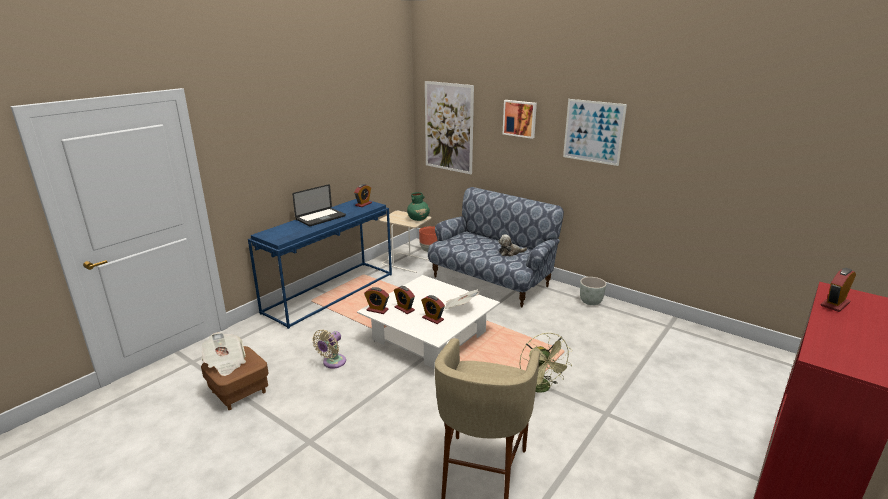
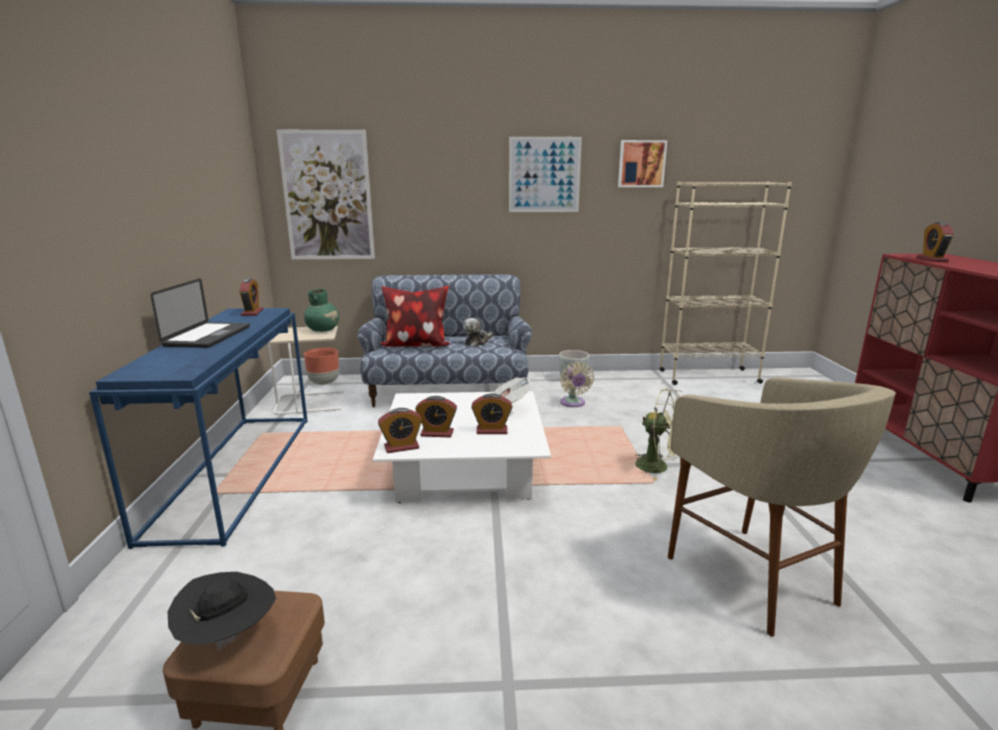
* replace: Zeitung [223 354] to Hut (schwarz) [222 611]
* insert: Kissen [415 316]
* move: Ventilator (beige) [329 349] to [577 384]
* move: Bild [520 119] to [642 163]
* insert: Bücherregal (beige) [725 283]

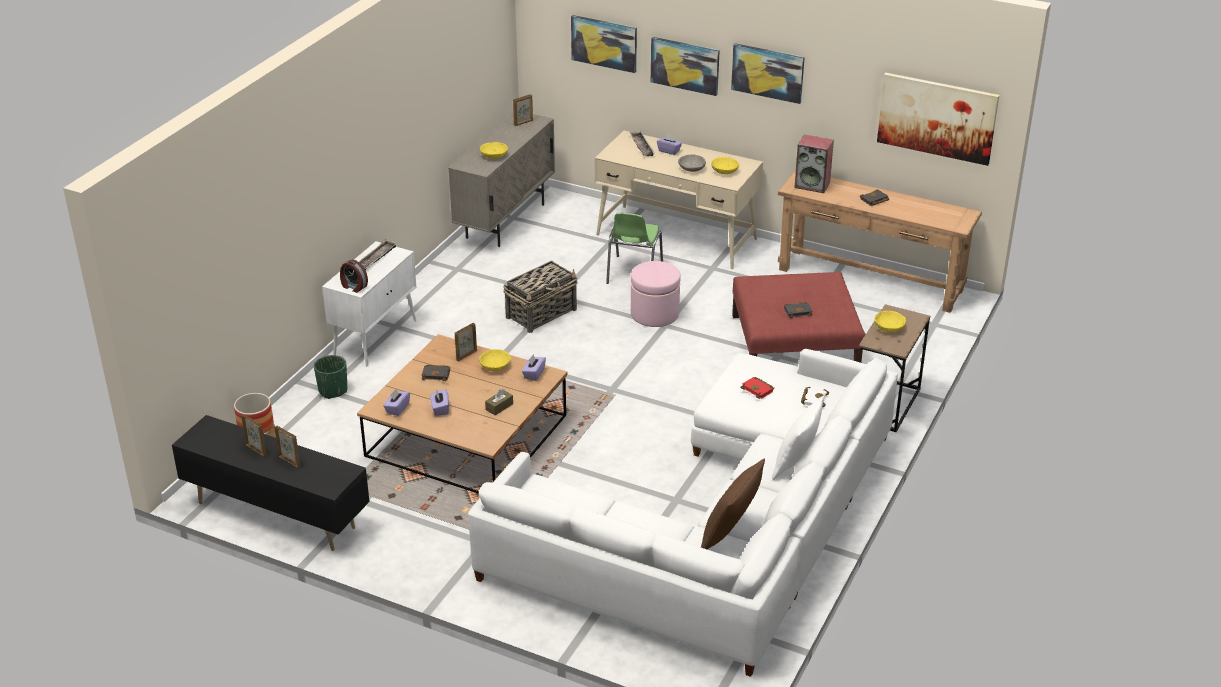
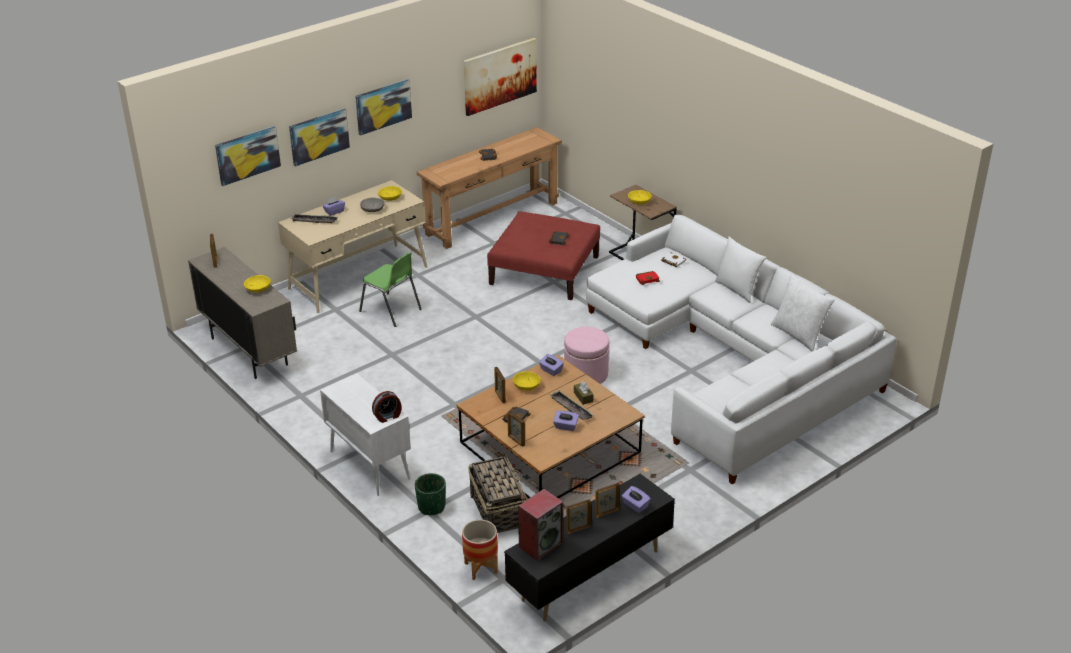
* move: Korb [541 296] to [498 492]
* insert: Bilderrahmen [516 429]
* move: Lautsprecher [814 164] to [540 525]
* move: Tablett [378 254] to [571 405]
* move: Polsterhocker (rosa) [656 294] to [586 355]
* move: Taschentuchbox (lila) [396 402] to [636 499]
* recolor: Kissen (braun) [733 504] to Kissen (weiß) [803 313]

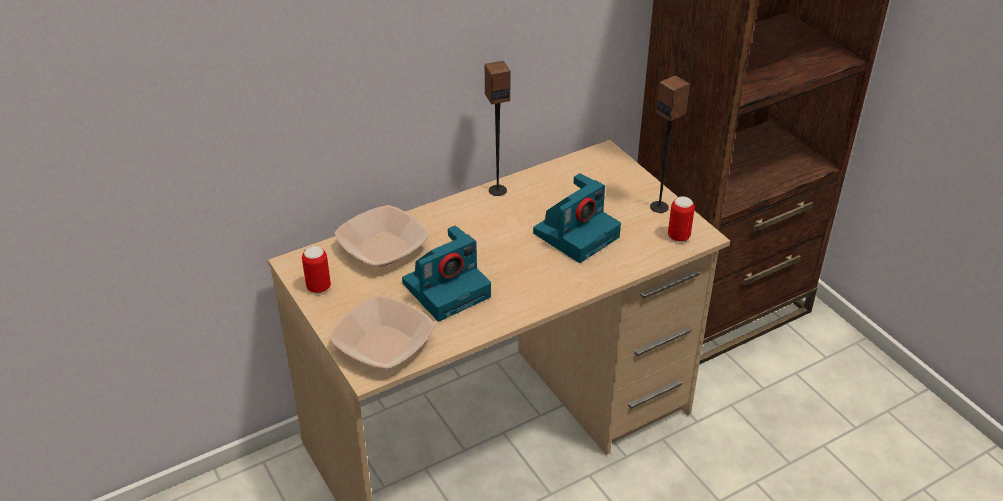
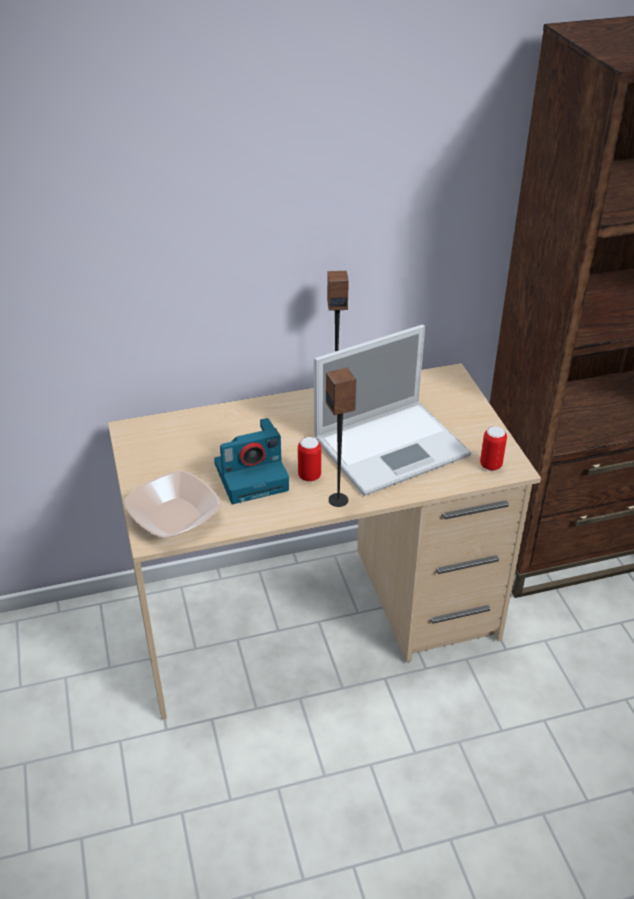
* move: Dose [316 269] to [309 459]
* replace: Kamera [577 218] to Laptop [392 410]
* move: Lautsprecher [670 144] to [341 437]
* delete: Schüssel [381 236]

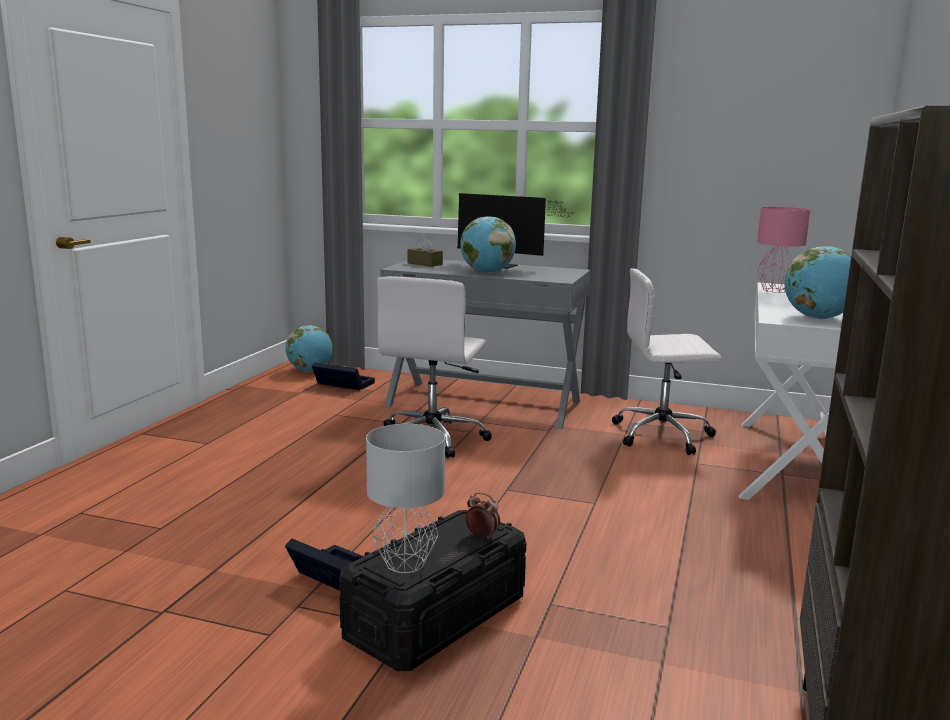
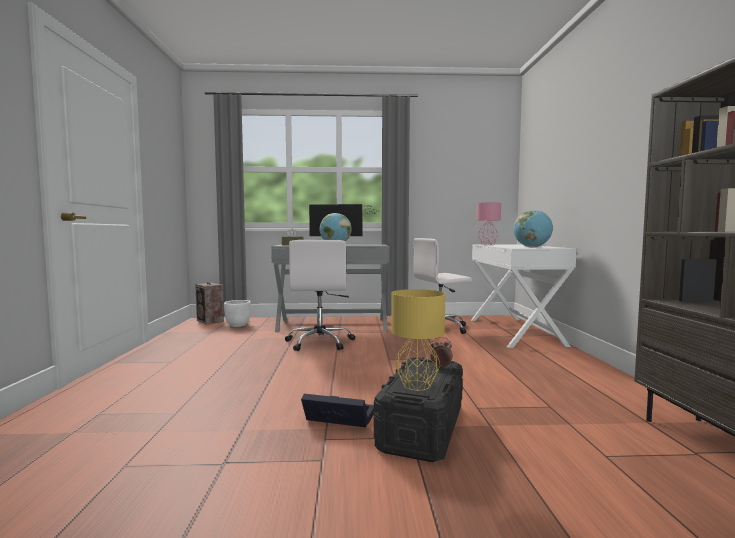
* replace: Globus [309 348] to Lautsprecher [209 303]
* replace: Aufbewahrungsbox (schwarz) [343 376] to Pflanzkübel (weiß) [237 313]
* recolor: Tischlampe (grau) [405 498] to Tischlampe (gelb) [418 340]

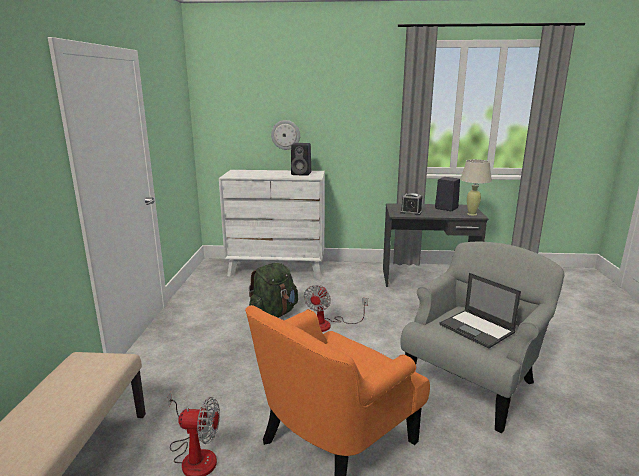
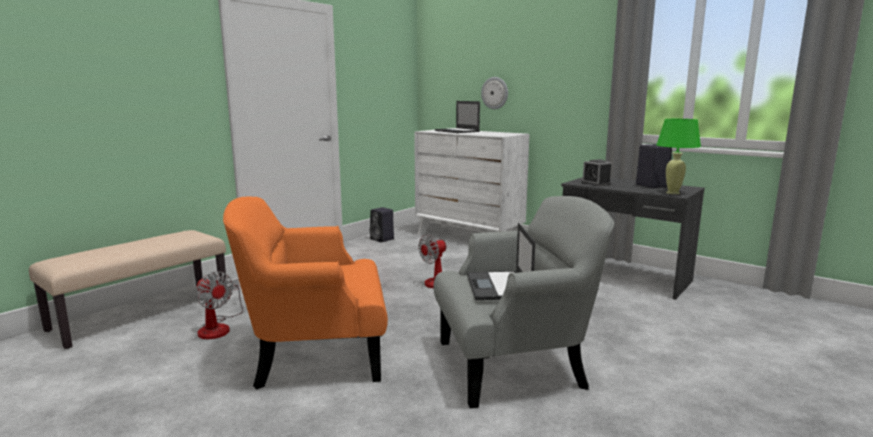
* move: Lautsprecher (schwarz) [301 159] to [382 224]
* insert: Laptop [457 117]
* recolor: Tischlampe (beige) [476 187] to Tischlampe (grün) [678 156]
* delete: Rucksack (grün) [273 290]

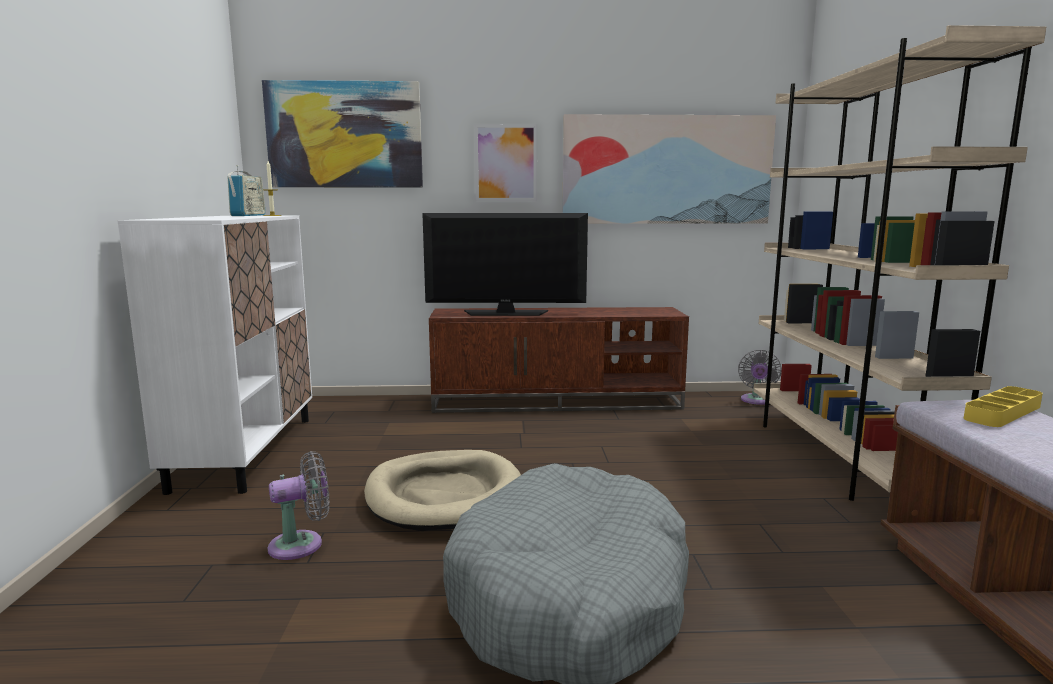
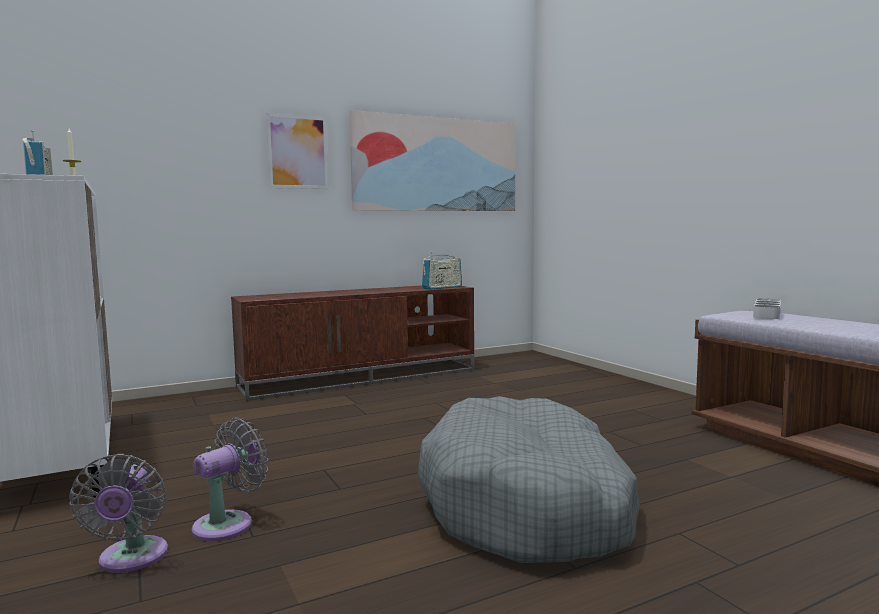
* move: Ventilator (grau) [759 377] to [118 513]
* insert: Radio [442 270]
* recolor: Tablett (gelb) [1003 406] to Tablett (grau) [767 308]
* delete: Bild [342 133]
* delete: Hundebett (beige) [442 490]
* delete: Fernseher [505 264]
* delete: Bücherregal (beige) [900 263]

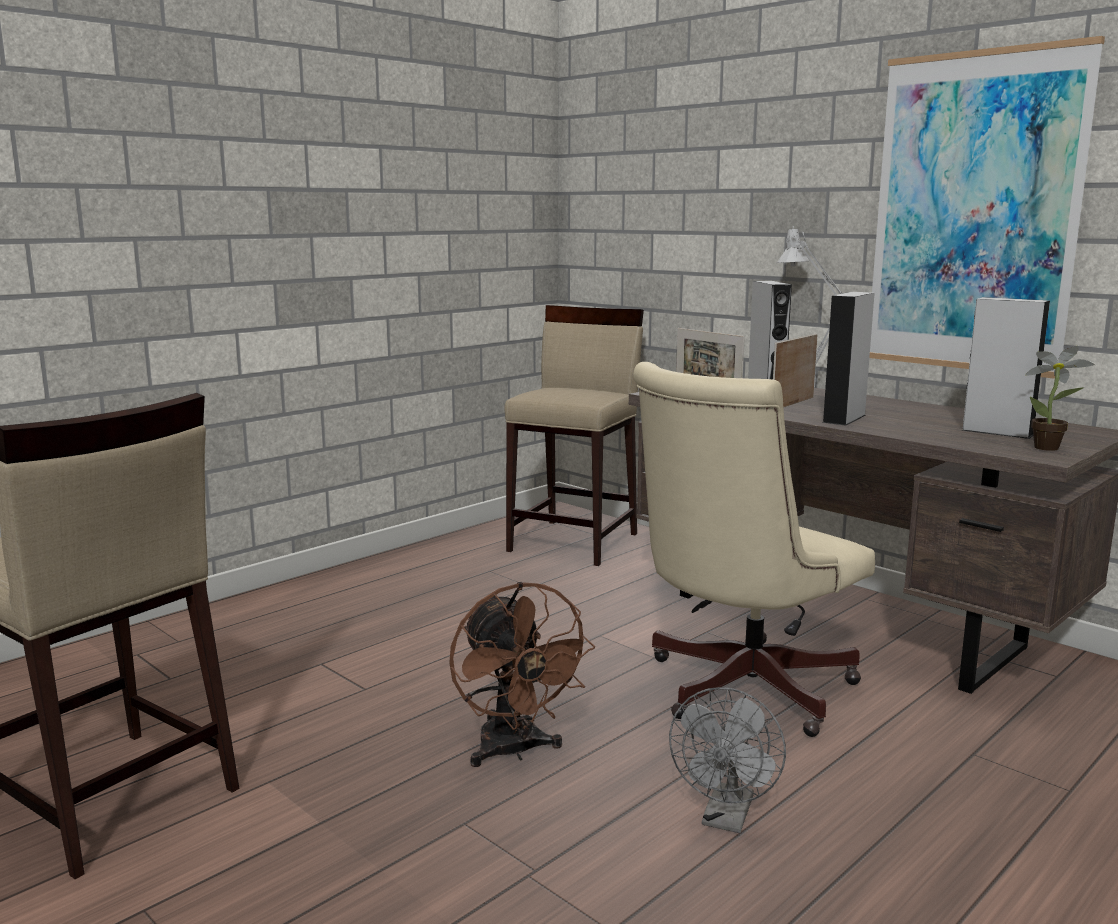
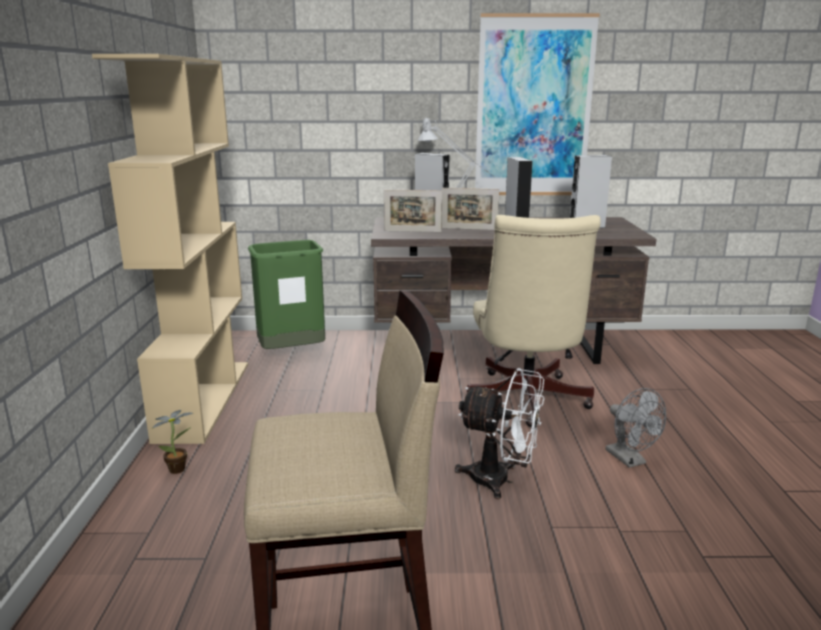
* insert: Bücherregal (beige) [170 249]
* move: Topfpflanze [1060 398] to [172 442]
* replace: Hocker (beige) [574 435] to Mülleimer (grün) [286 294]
* rotate: Bilderrahmen [795 371] = [470 209] 75 degrees counterclockwise
* recolor: Ventilator (braun) [522 674] to Ventilator (weiß) [499 433]

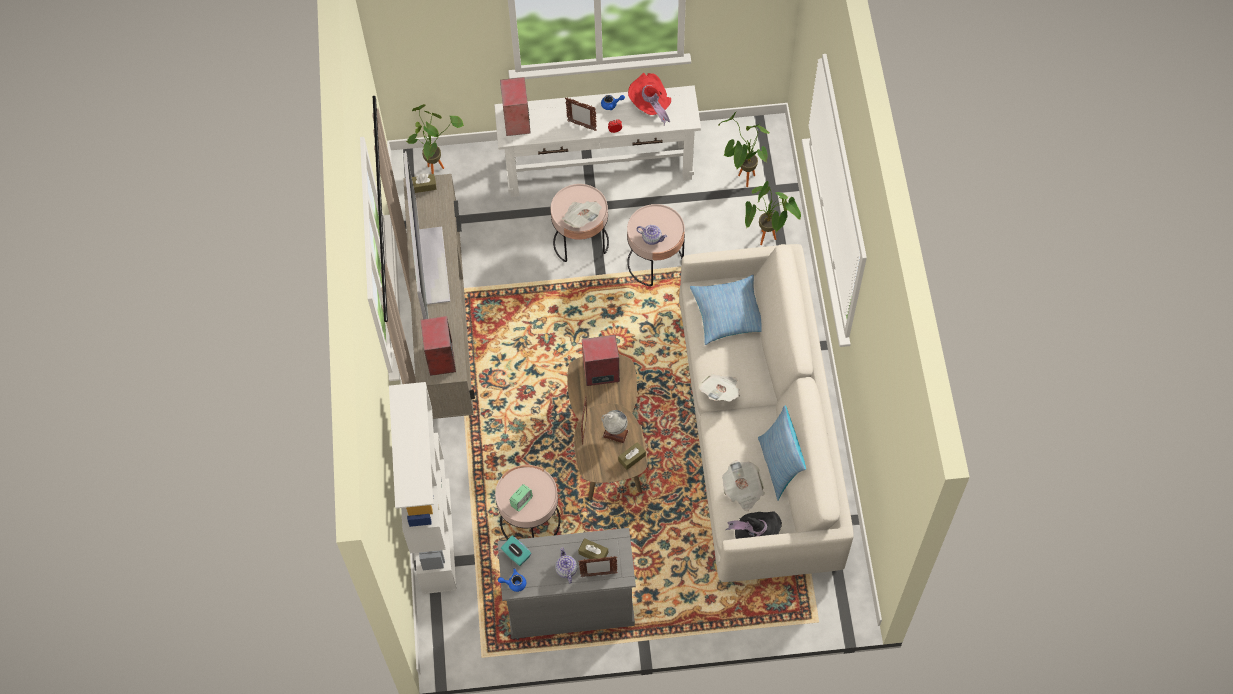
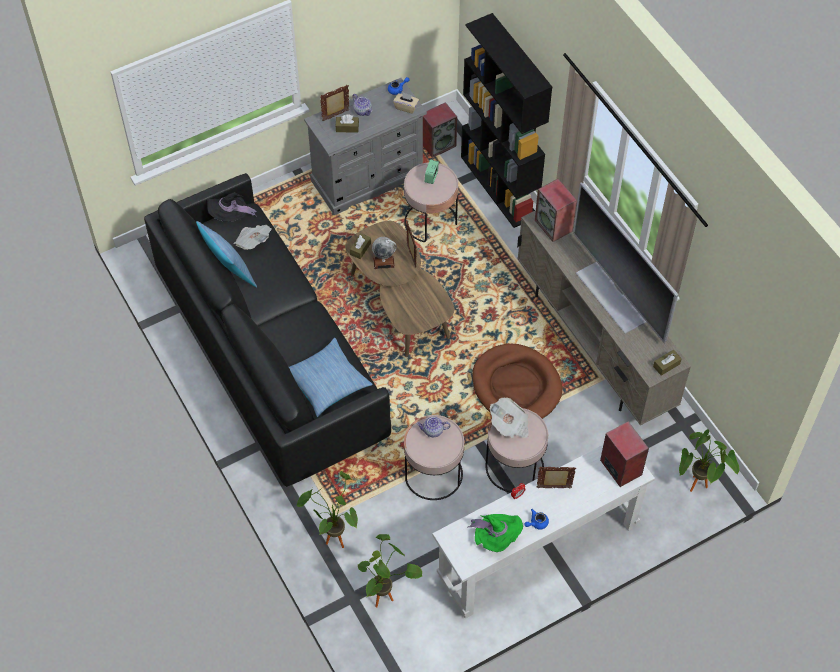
* recolor: Sofa (weiß) [766 413] to Sofa (schwarz) [267 330]
* recolor: Taschentuchbox (türkis) [516 551] to Taschentuchbox (beige) [406 103]
* move: Lautsprecher [601 360] to [440 130]
* recolor: Bücherregal (weiß) [423 488] to Bücherregal (schwarz) [506 120]
* recolor: Hut (rot) [649 99] to Hut (grün) [495 533]
* insert: Hundebett (braun) [517 381]
* delete: Zeitung [719 388]

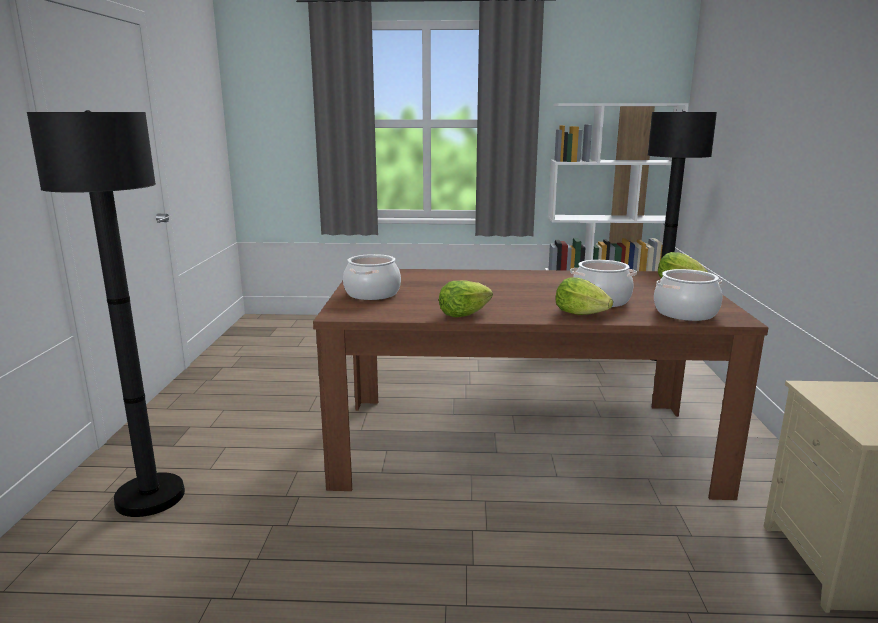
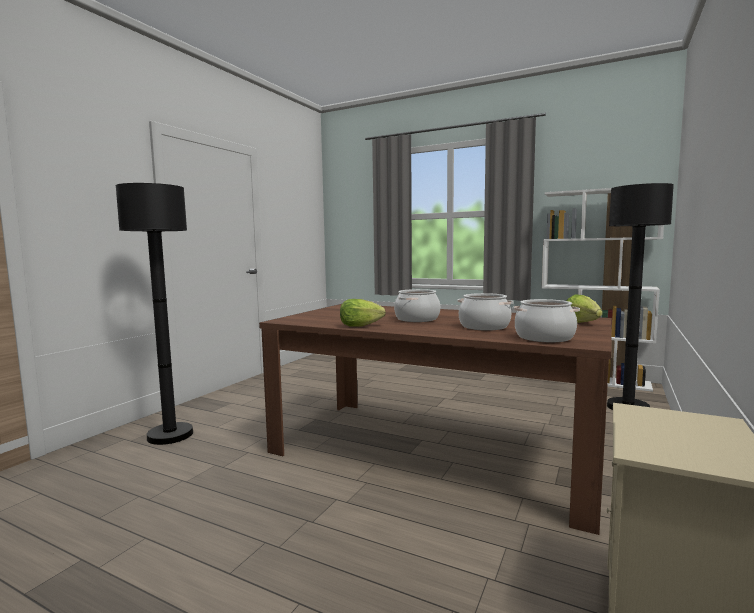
* move: Kochtopf [372 277] to [417 305]
* delete: Salatkopf [584 296]

